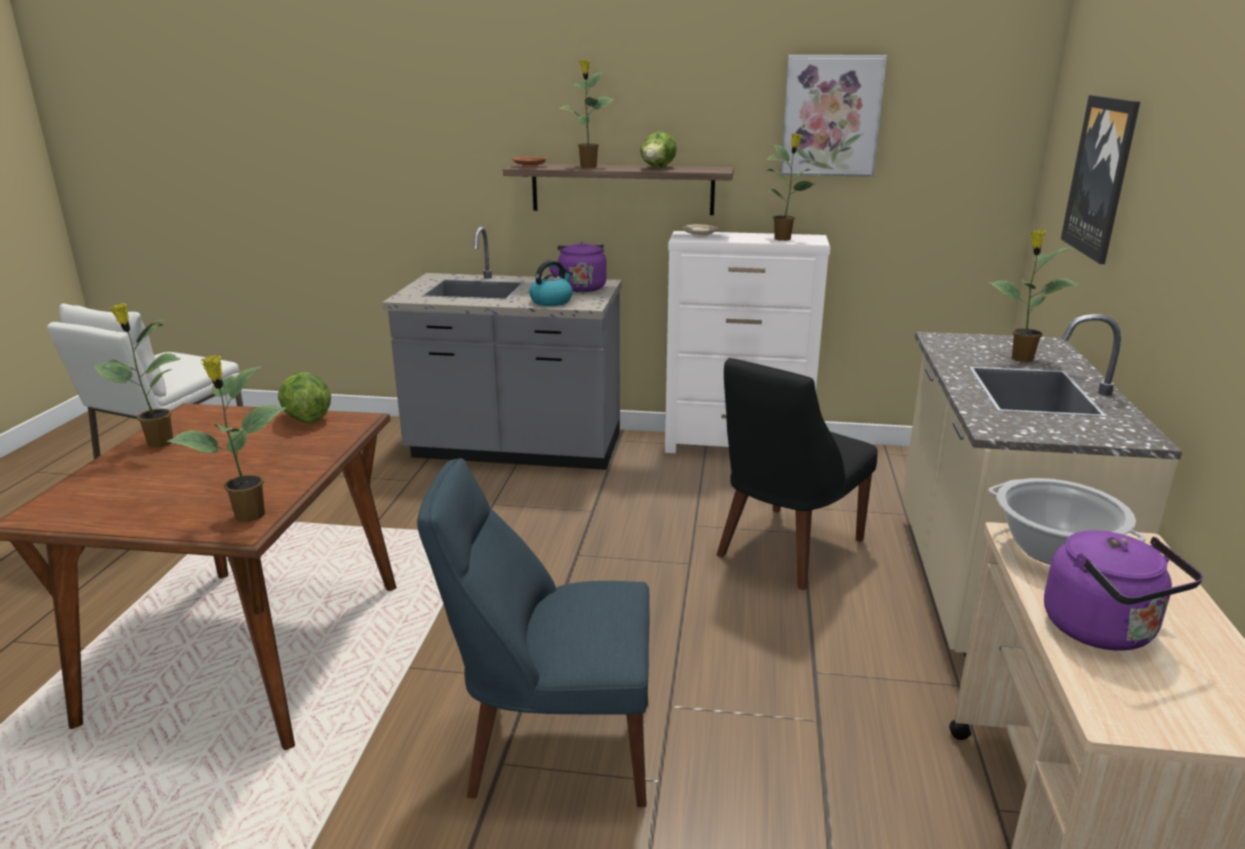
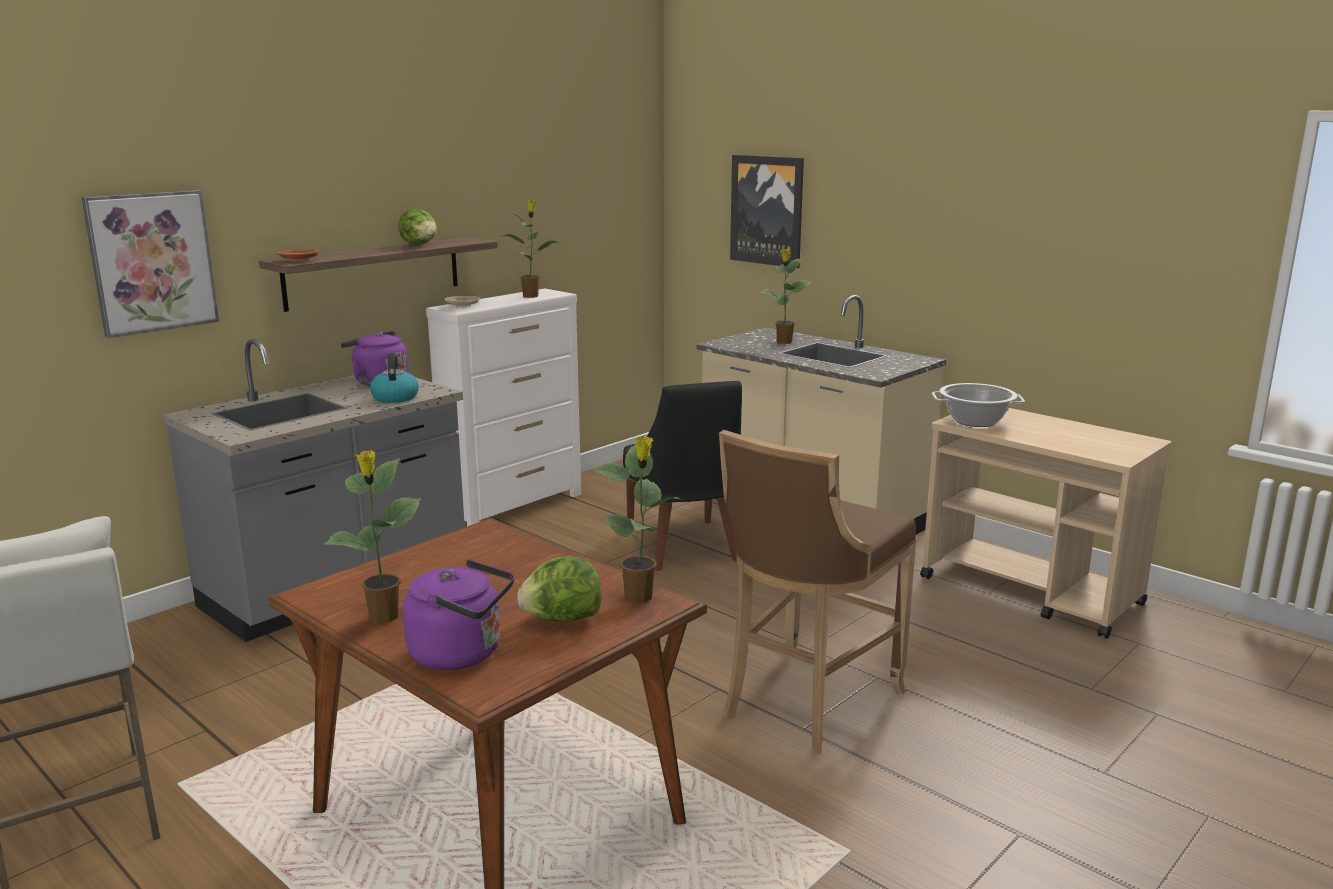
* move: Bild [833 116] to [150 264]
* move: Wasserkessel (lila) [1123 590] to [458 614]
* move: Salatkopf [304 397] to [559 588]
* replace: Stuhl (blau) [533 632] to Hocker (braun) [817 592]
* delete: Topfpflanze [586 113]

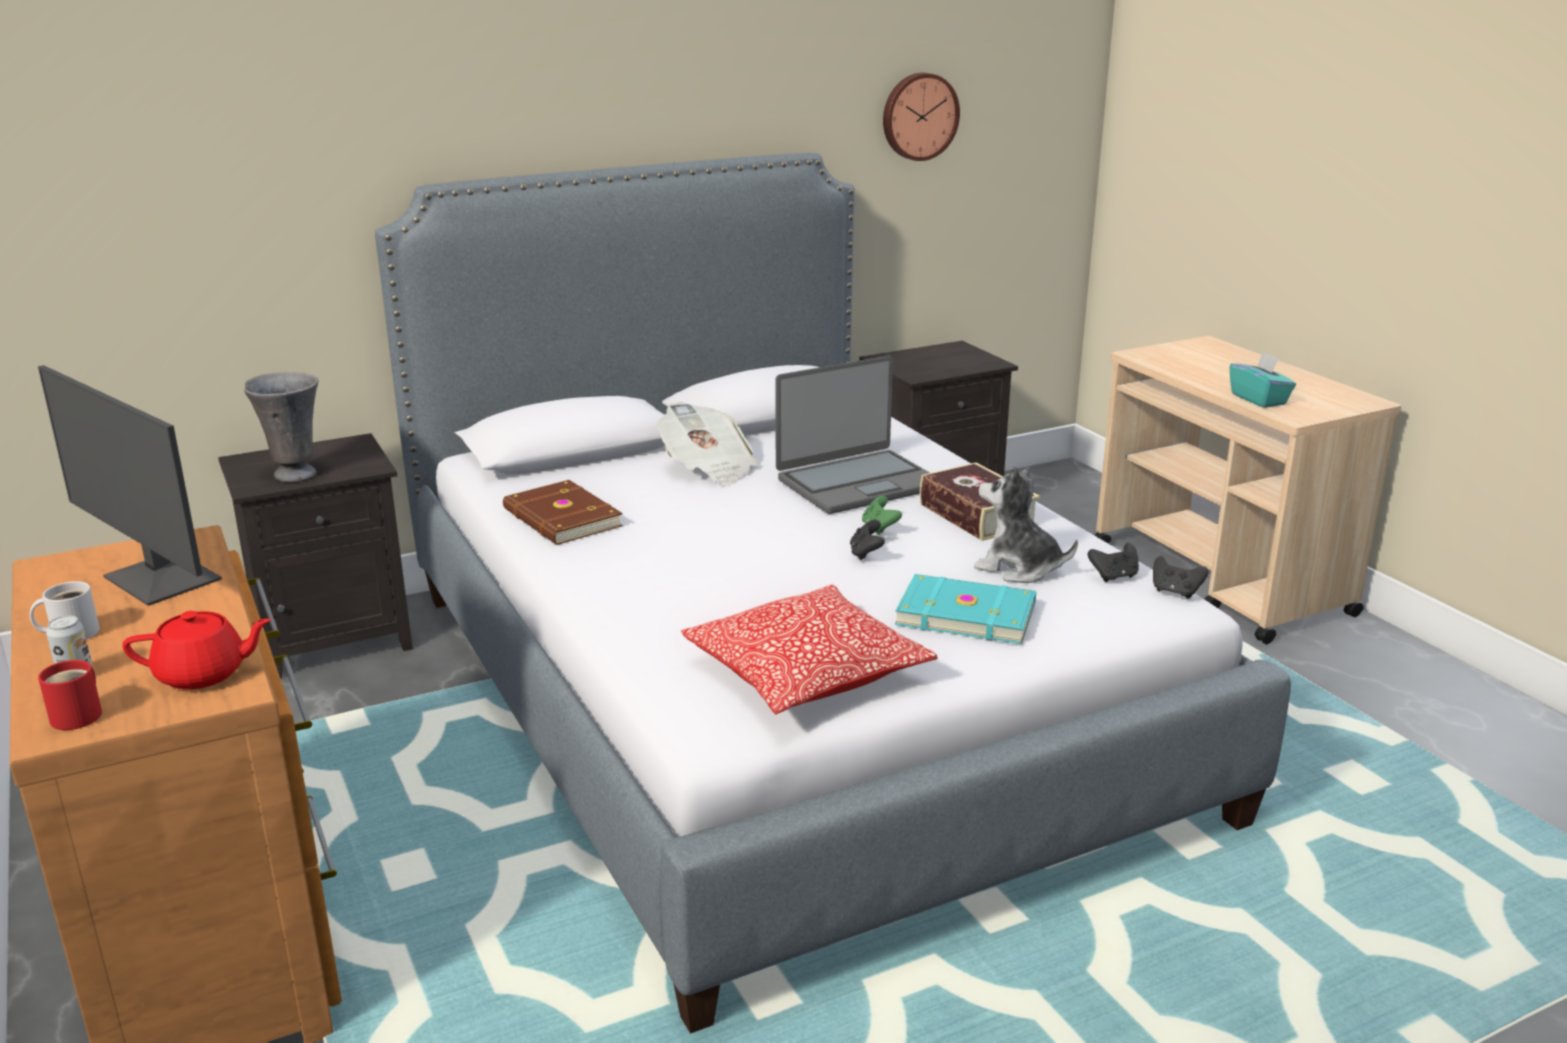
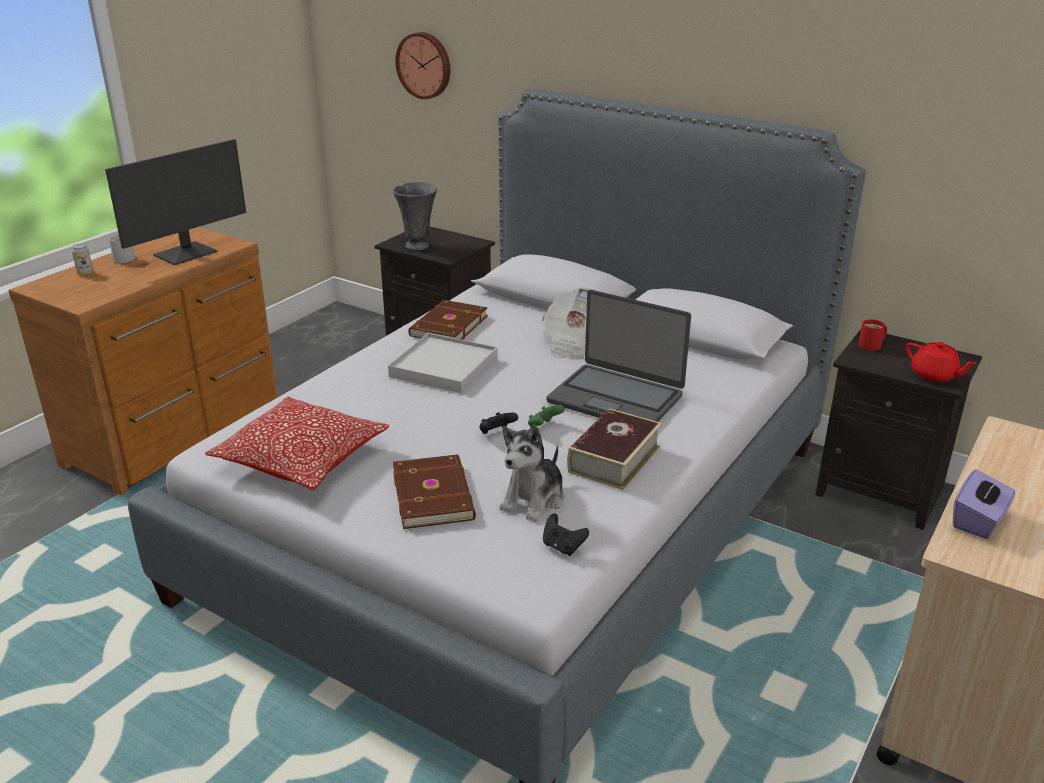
* rotate: Monitor [130 485] = [175 202] 150 degrees counterclockwise
* insert: Tablett (weiß) [443 363]
* recolor: Buch (türkis) [965 609] to Buch (braun) [434 492]
* move: Wanduhr [921 117] to [422 65]
* rotate: Plüschtier [1026 524] = [532 473] 150 degrees counterclockwise
* move: Henkelbecher (rot) [70 695] to [872 335]
* move: Teekanne (rot) [197 650] to [941 362]
* recolor: Taschentuchbox (türkis) [1262 380] to Taschentuchbox (lila) [984 504]
* delete: Gamepad (schwarz) [1181 577]

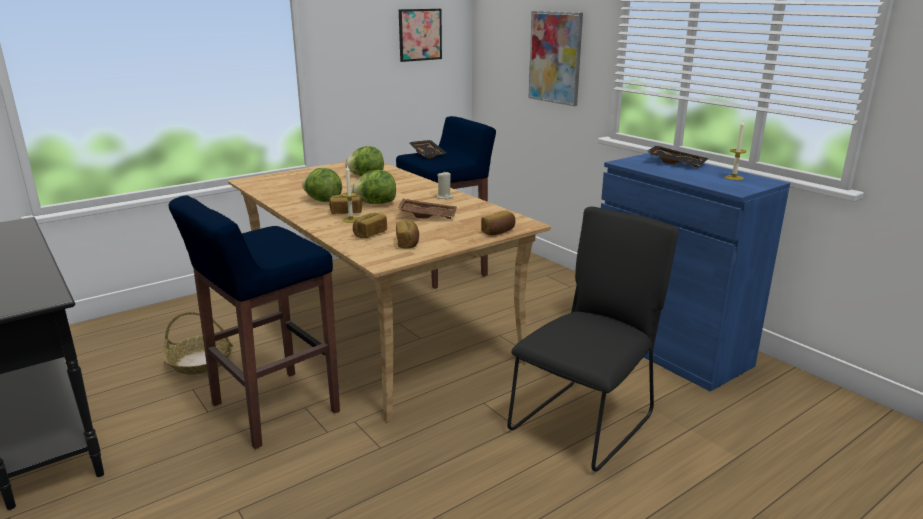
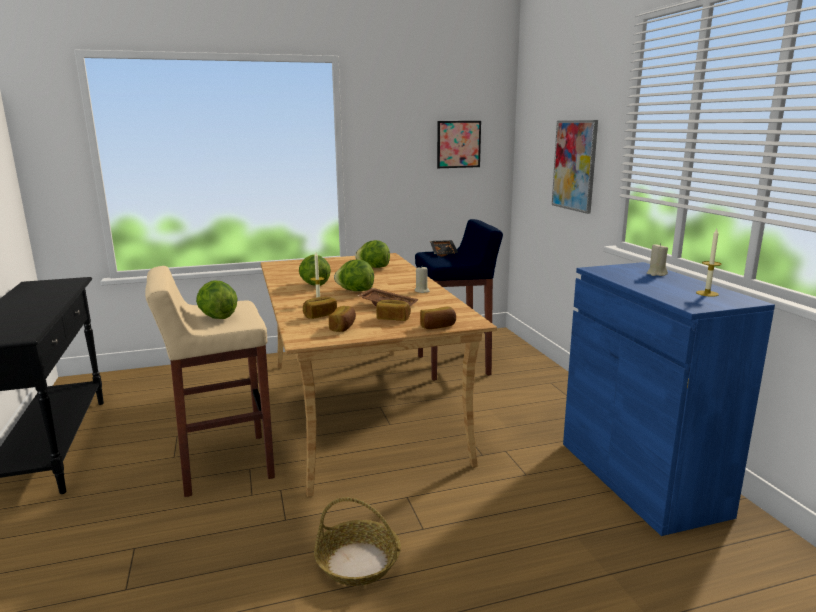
* recolor: Hocker (blau) [254 322] to Hocker (beige) [210 381]
* insert: Salatkopf [216 299]
* move: Korb [198 343] to [357 541]
* move: Brot [345 204] to [393 310]
* replace: Tablett (schwarz) [677 156] to Kerze (beige) [657 259]
* delete: Stuhl (schwarz) [592 339]

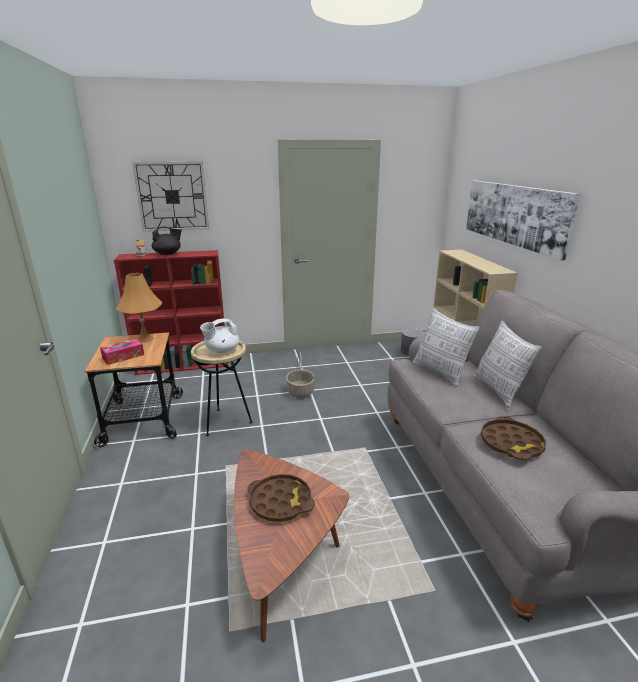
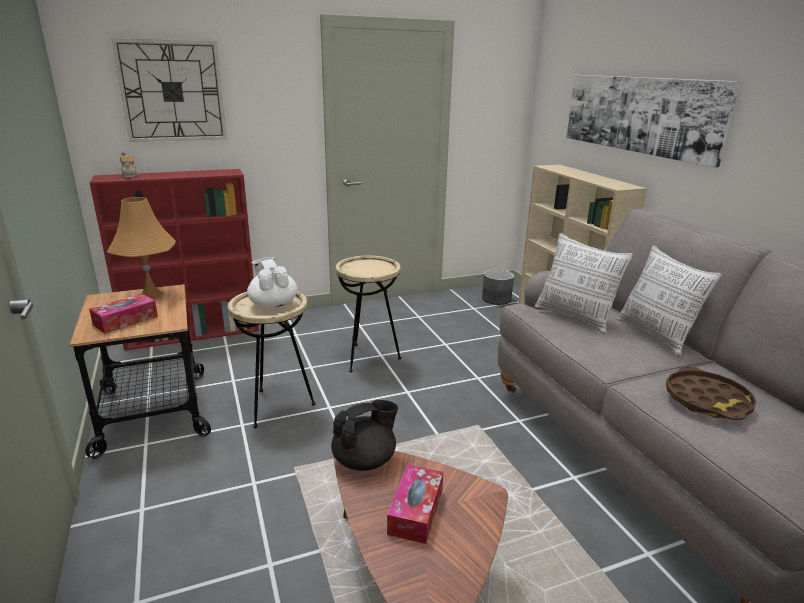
* rotate: Teekanne (weiß) [219 336] = [272 283] 105 degrees clockwise
* move: Teekanne (schwarz) [167 241] to [364 435]
* replace: Korb [300 374] to Beistelltisch (beige) [368 314]
* replace: Tablett (braun) [281 498] to Taschentuchbox [415 504]

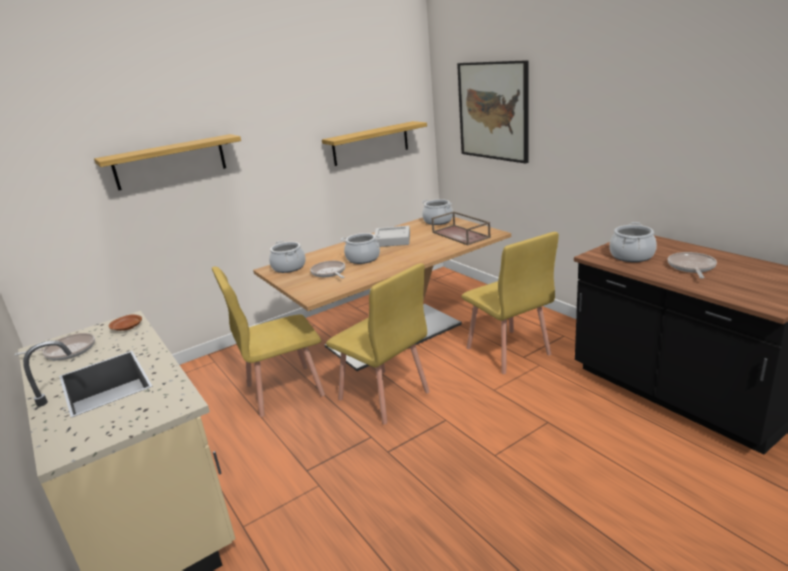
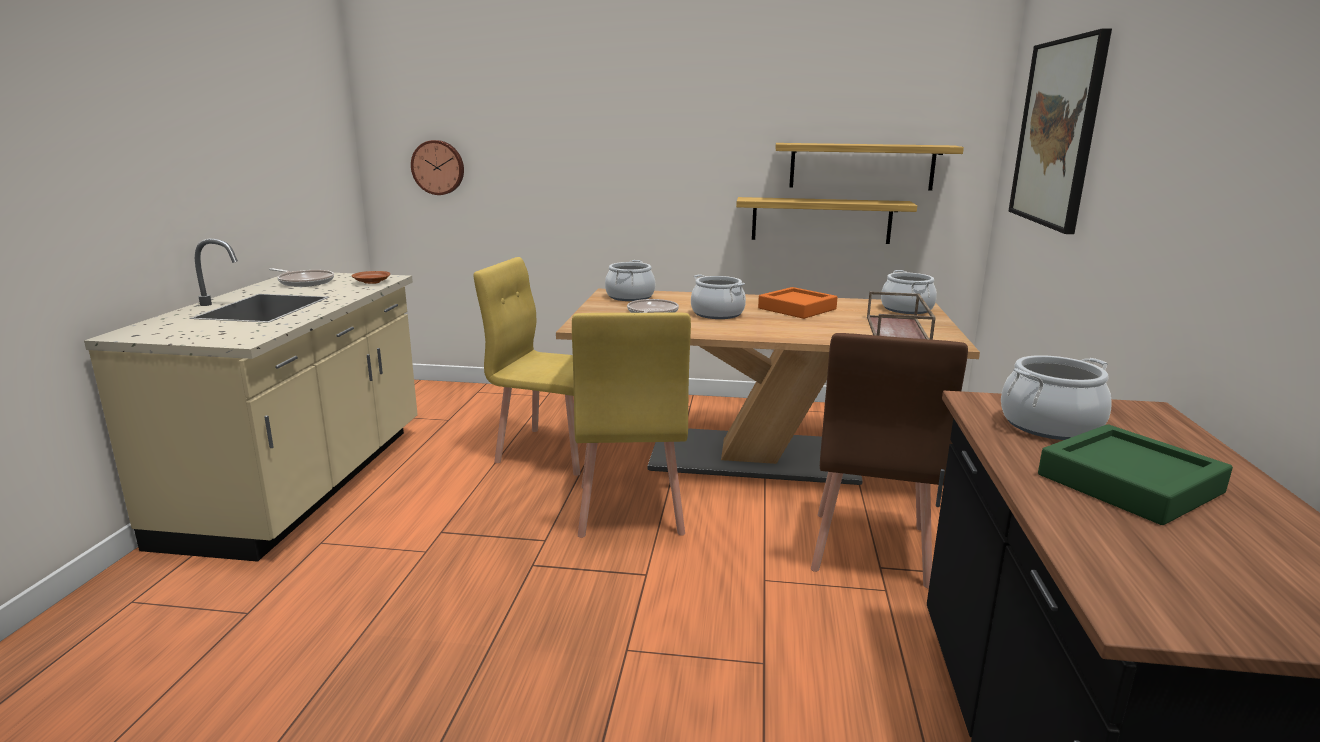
* insert: Wanduhr [437 167]
* move: Wandregal [167 162] to [826 220]
* recolor: Tablett (grau) [392 236] to Tablett (orange) [797 303]
* recolor: Stuhl (gelb) [510 303] to Stuhl (braun) [889 461]
* replace: Pfanne [692 265] to Tablett (grün) [1135 474]

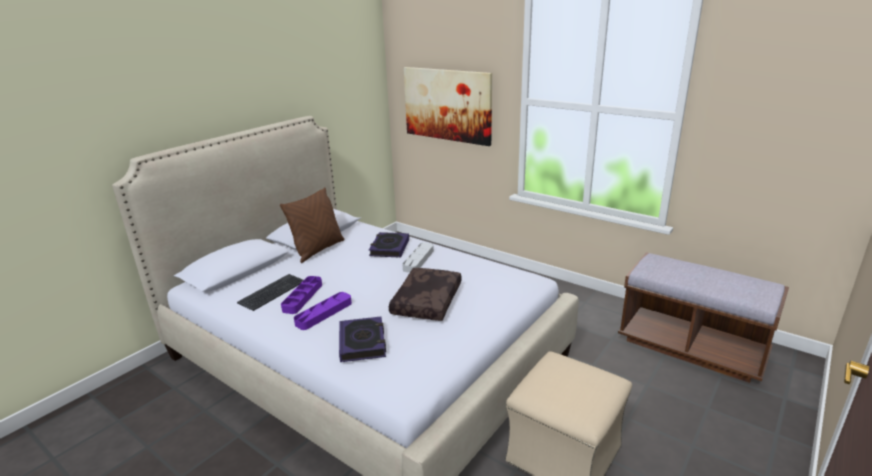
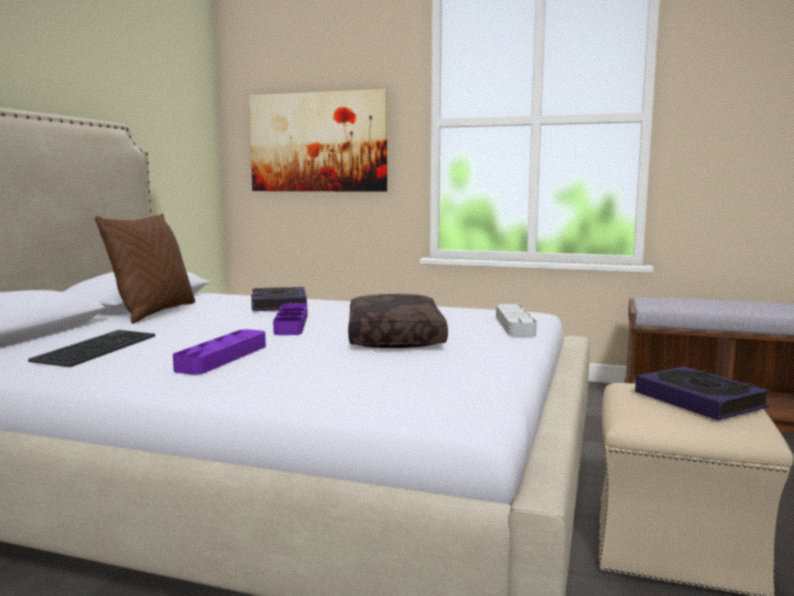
* move: Tablett (lila) [301 295] to [290 319]
* move: Tablett (grau) [418 258] to [516 320]
* move: Buch [362 339] to [702 393]

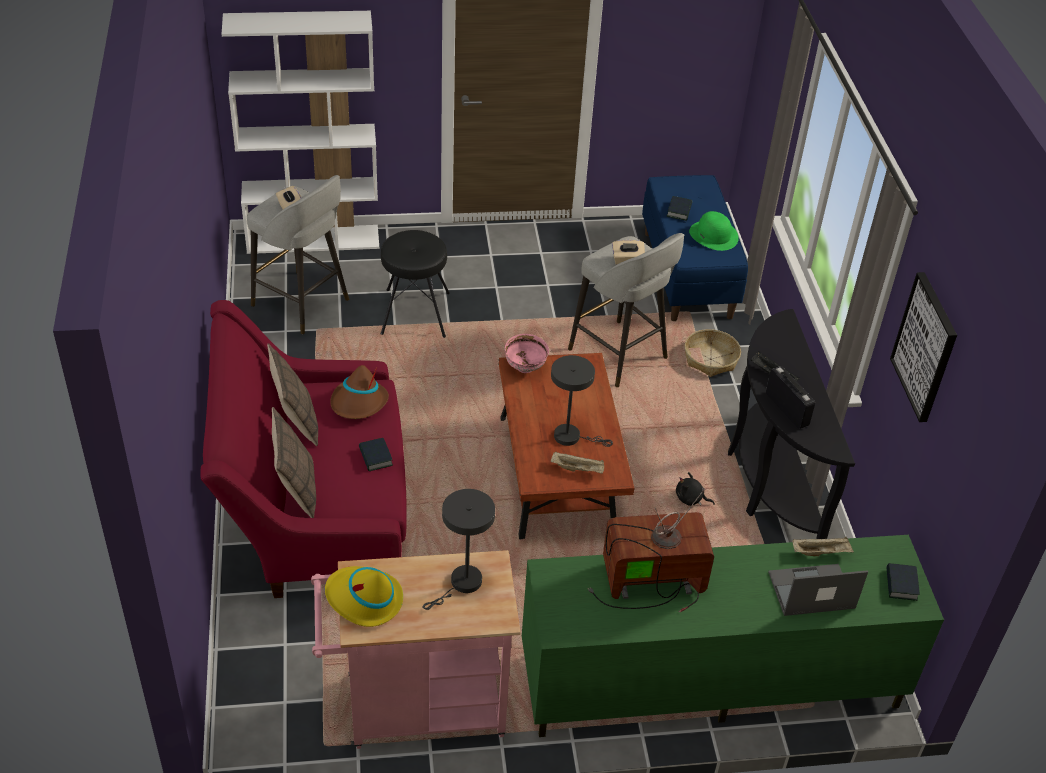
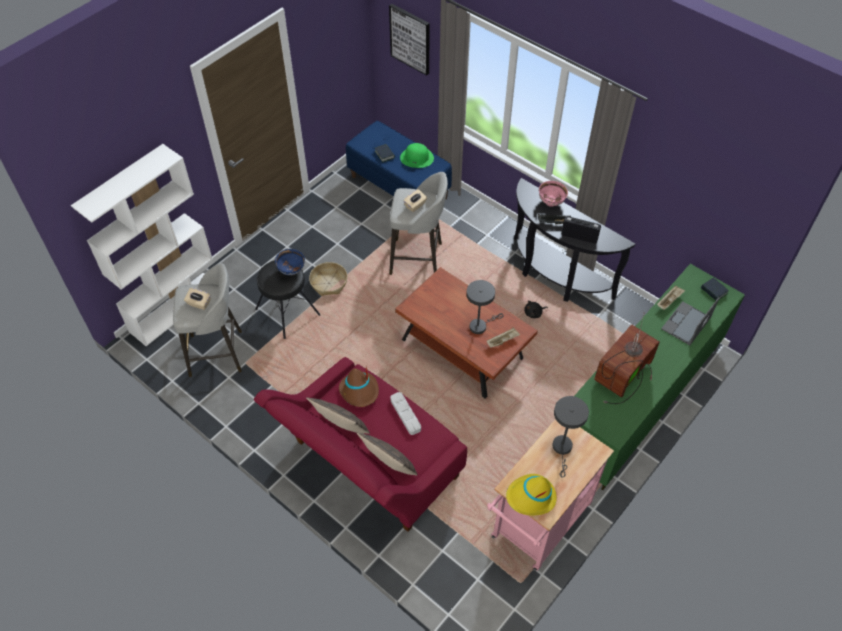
* insert: Schüssel (blau) [290 262]
* move: Korb [713 353] to [328 279]
* move: Bild [923 347] to [409 40]
* replace: Buch [376 454] to Tablett (grau) [405 413]
* move: Schüssel (rosa) [527 353] to [553 194]

